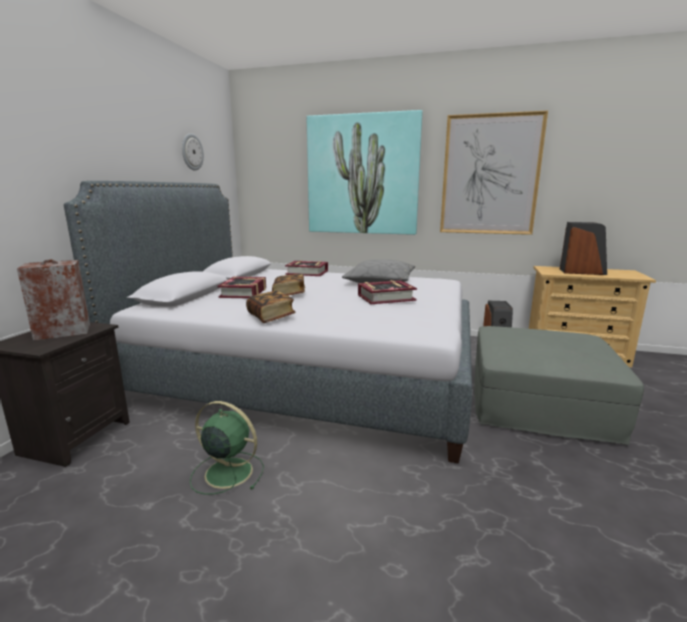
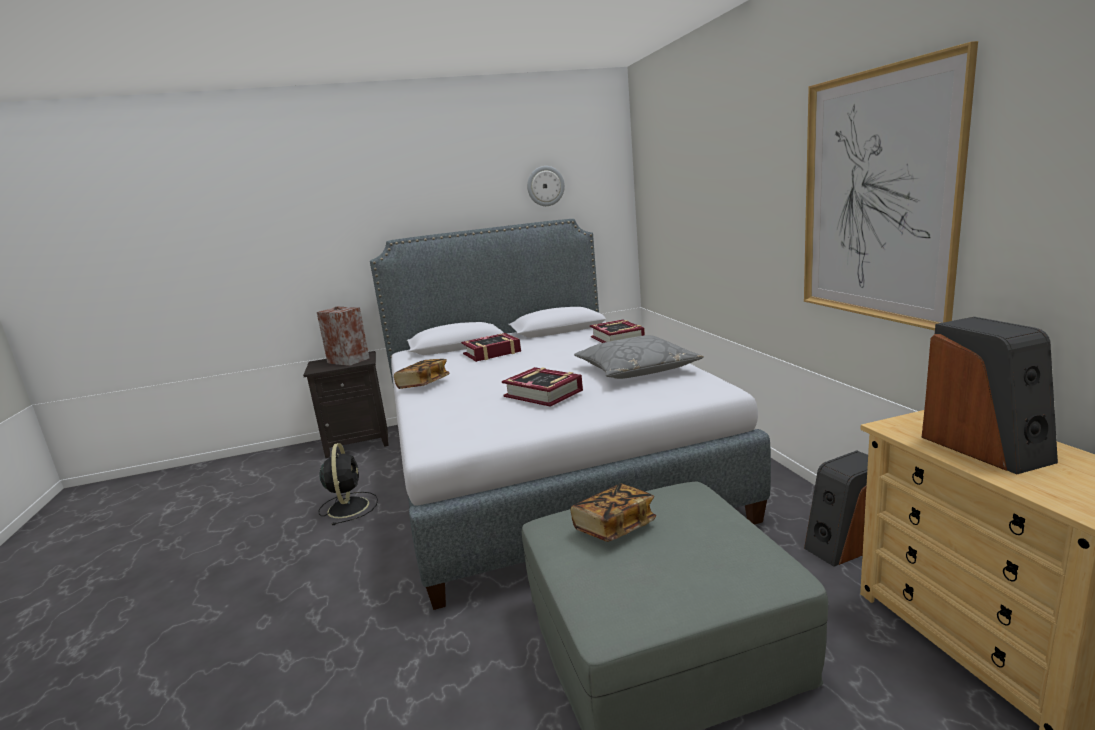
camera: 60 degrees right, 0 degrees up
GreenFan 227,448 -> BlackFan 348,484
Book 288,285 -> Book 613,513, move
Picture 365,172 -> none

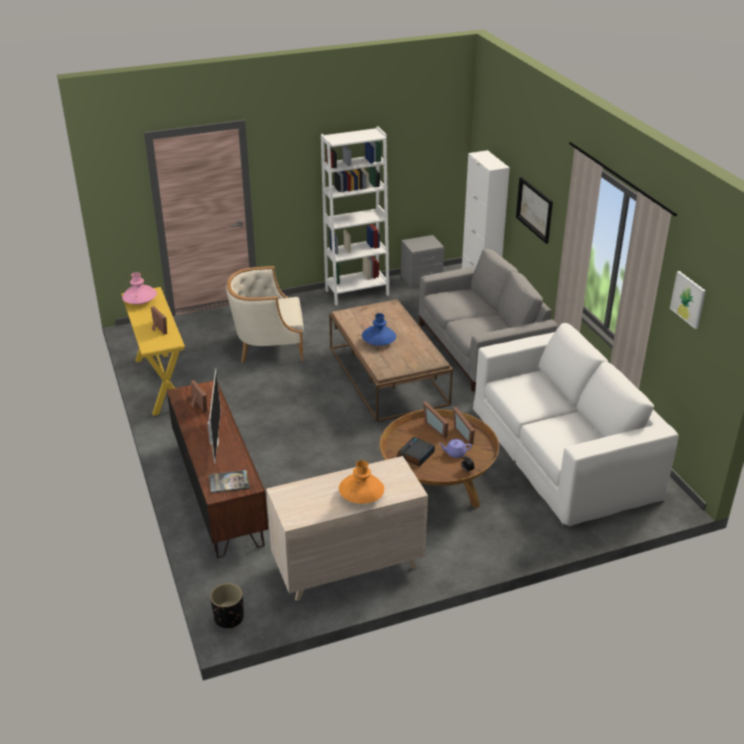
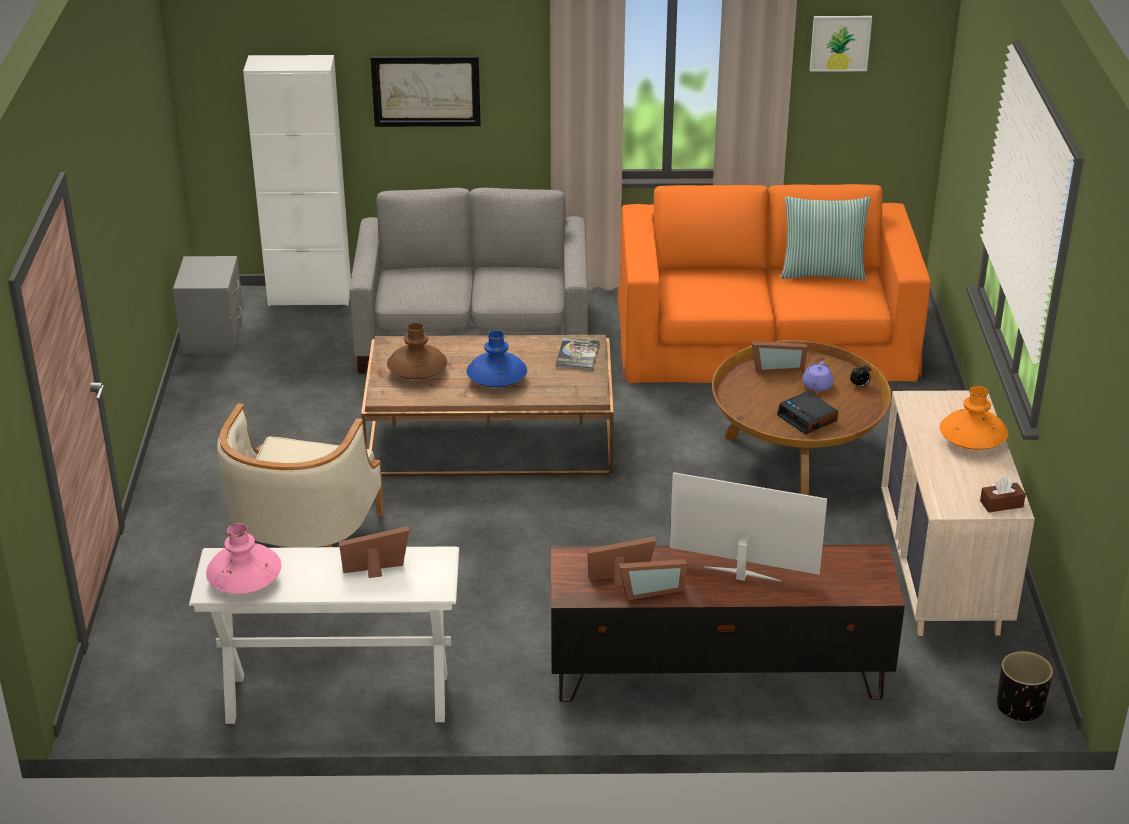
camera: 70 degrees left, 0 degrees up
YellowConsoleTable 153,351 -> WhiteConsoleTable 324,635
Book 229,481 -> Book 577,354, move
WhiteBookcase 355,215 -> none
PictureFrame 436,419 -> PictureFrame 652,579, move
WhiteSofa 576,424 -> OrangeSofa 774,283
none -> BrownVase 417,351
none -> Pillow 826,238
none -> BrownTissueBox 1003,495

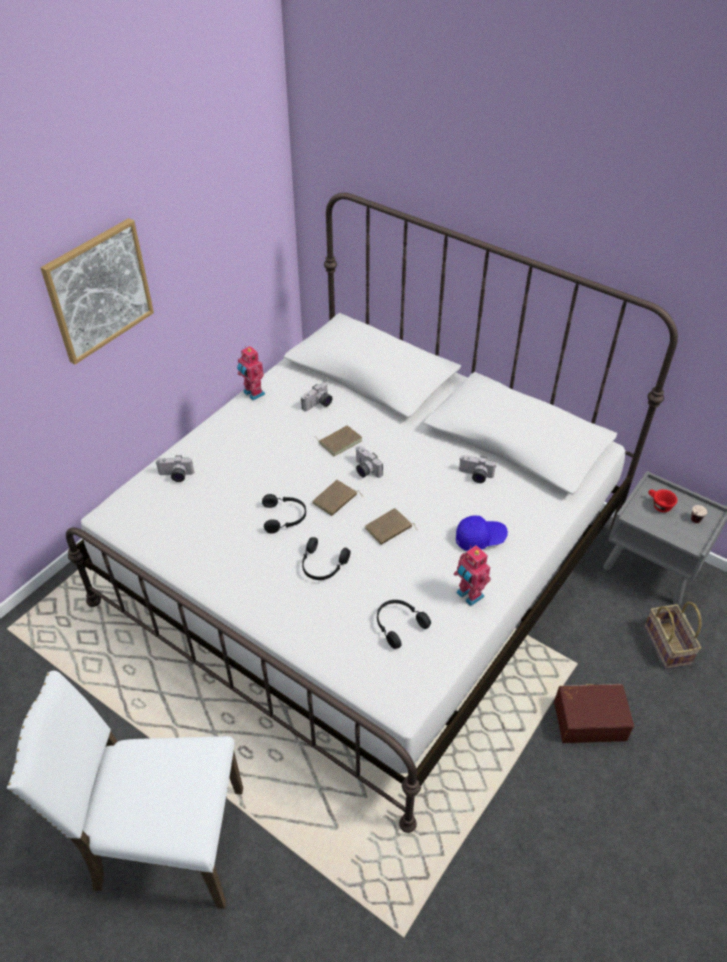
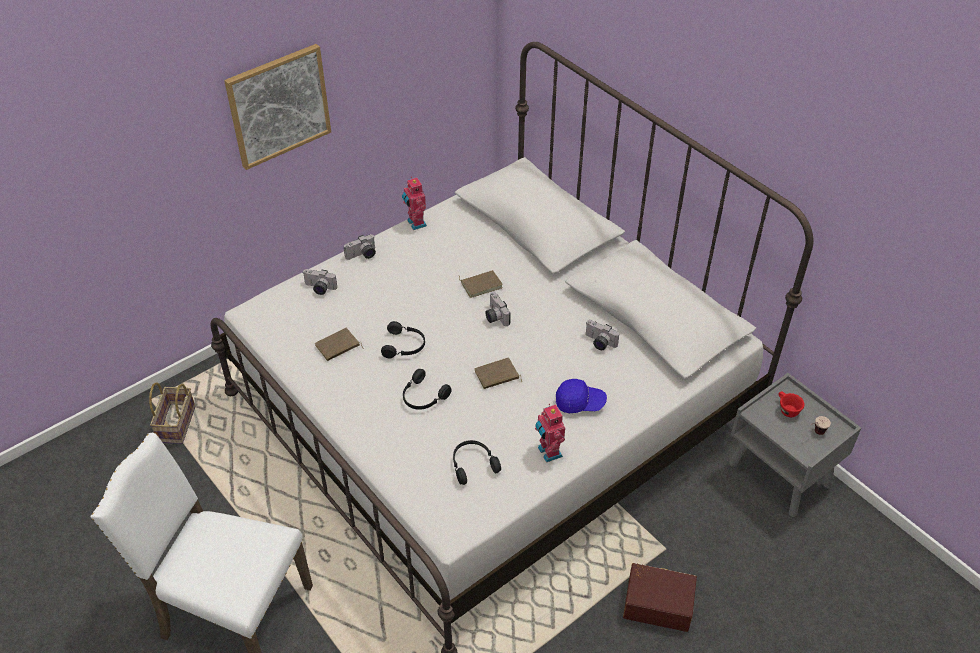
camera: 15 degrees right, 0 degrees up
PhotoCamera 316,396 -> PhotoCamera 360,247, move
BrownBook 338,498 -> BrownBook 339,344, move
Basket 672,635 -> Basket 172,413, move

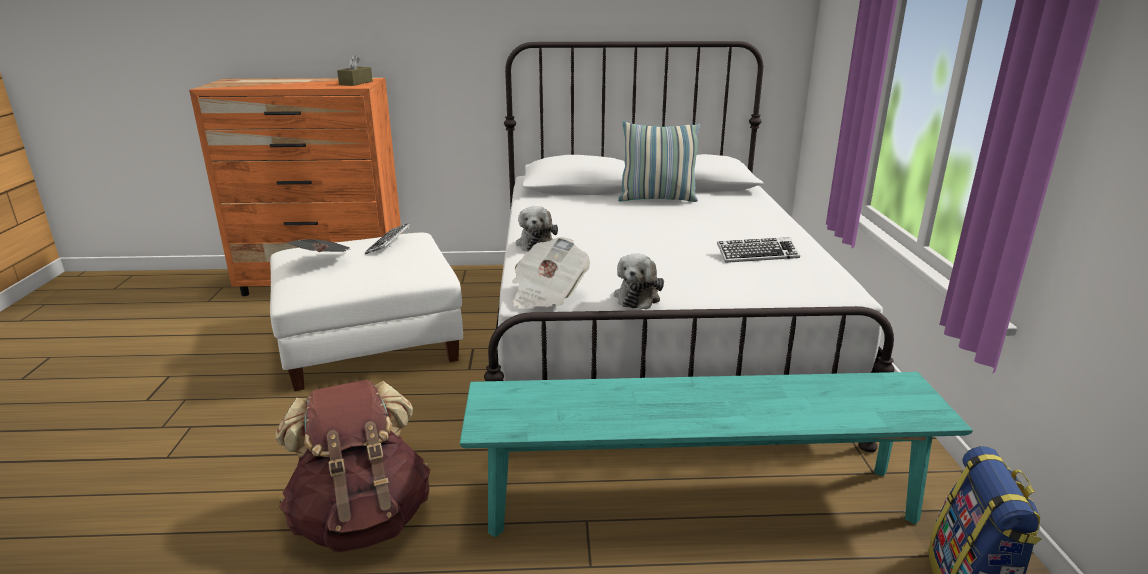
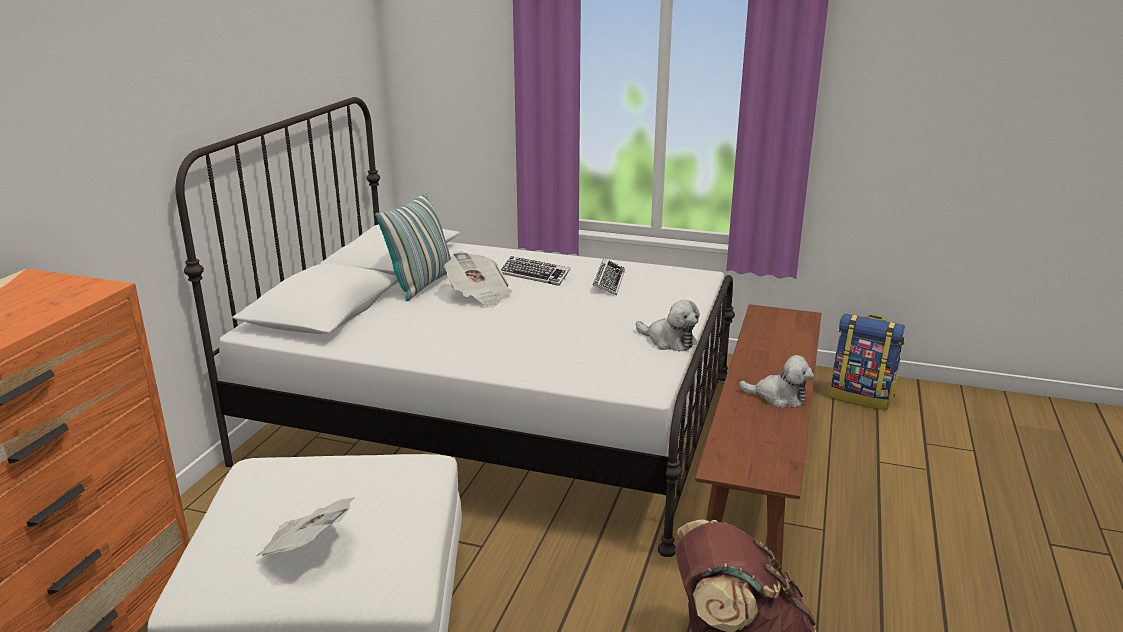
camera: 70 degrees left, 0 degrees up
BrownTissueBox 355,70 -> none
Keyboard 387,238 -> Keyboard 535,271, move
TurquoiseBench 716,454 -> BrownBench 758,437
Newspaper 551,272 -> Newspaper 478,279, move
PlushToy 537,229 -> PlushToy 776,381, move

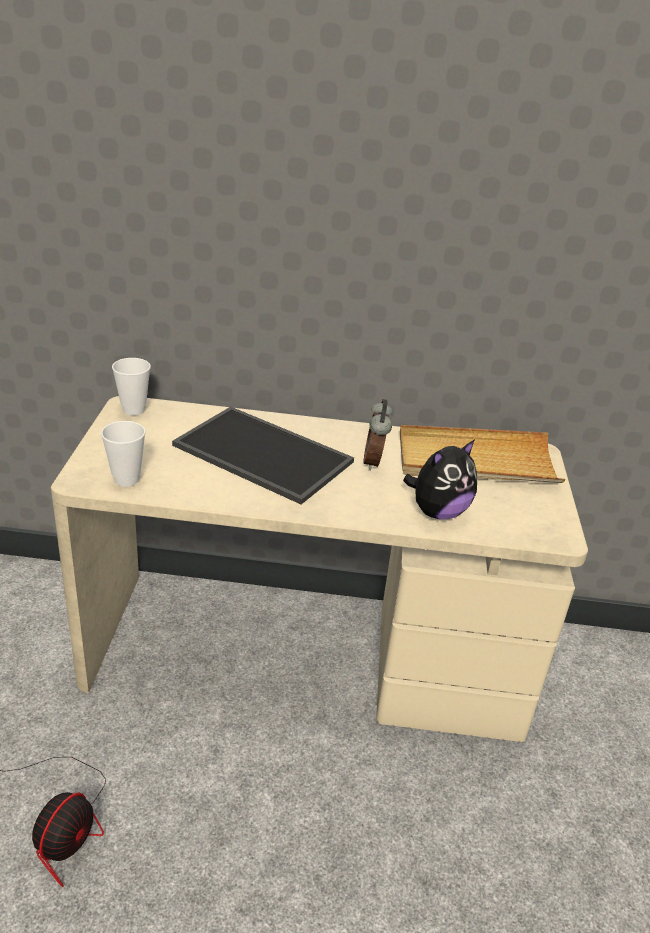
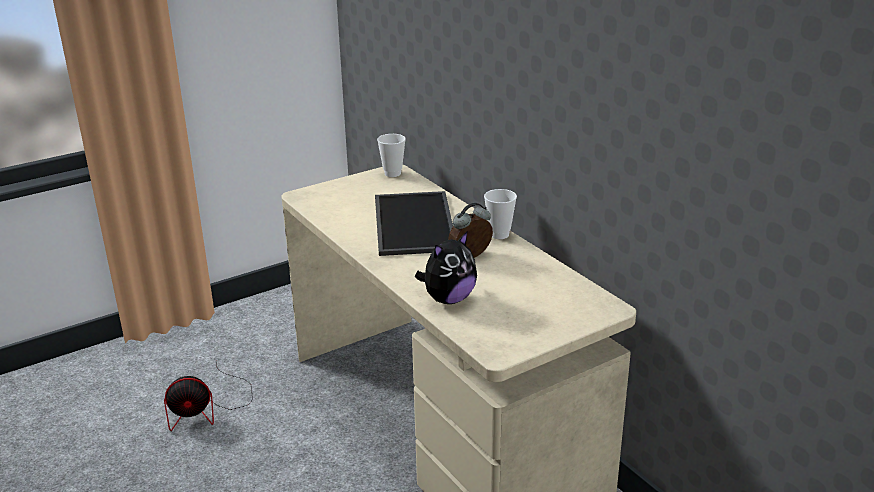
camera: 55 degrees right, 5 degrees down
Cup 123,454 -> Cup 500,214, move
BeigeTray 482,454 -> none
PlushToy 440,479 -> PlushToy 446,267, 60 degrees counterclockwise

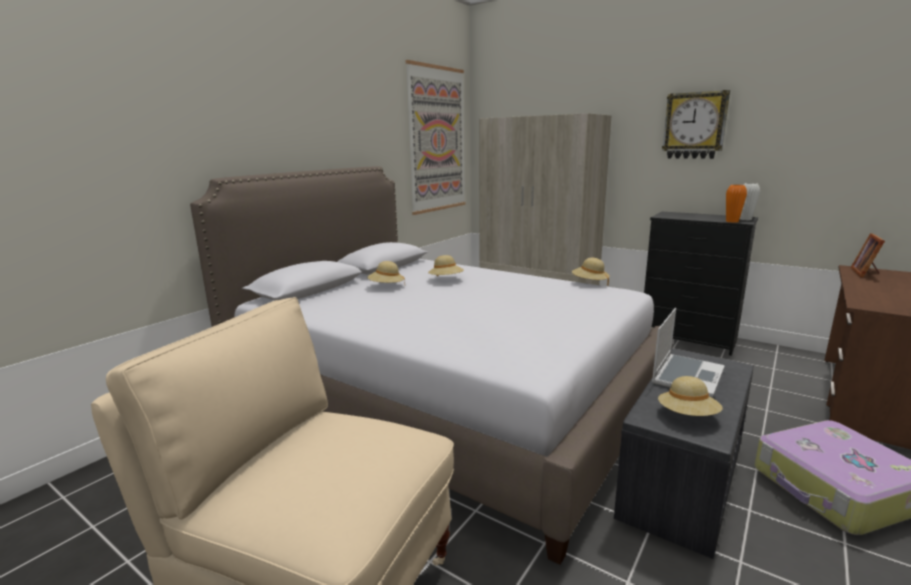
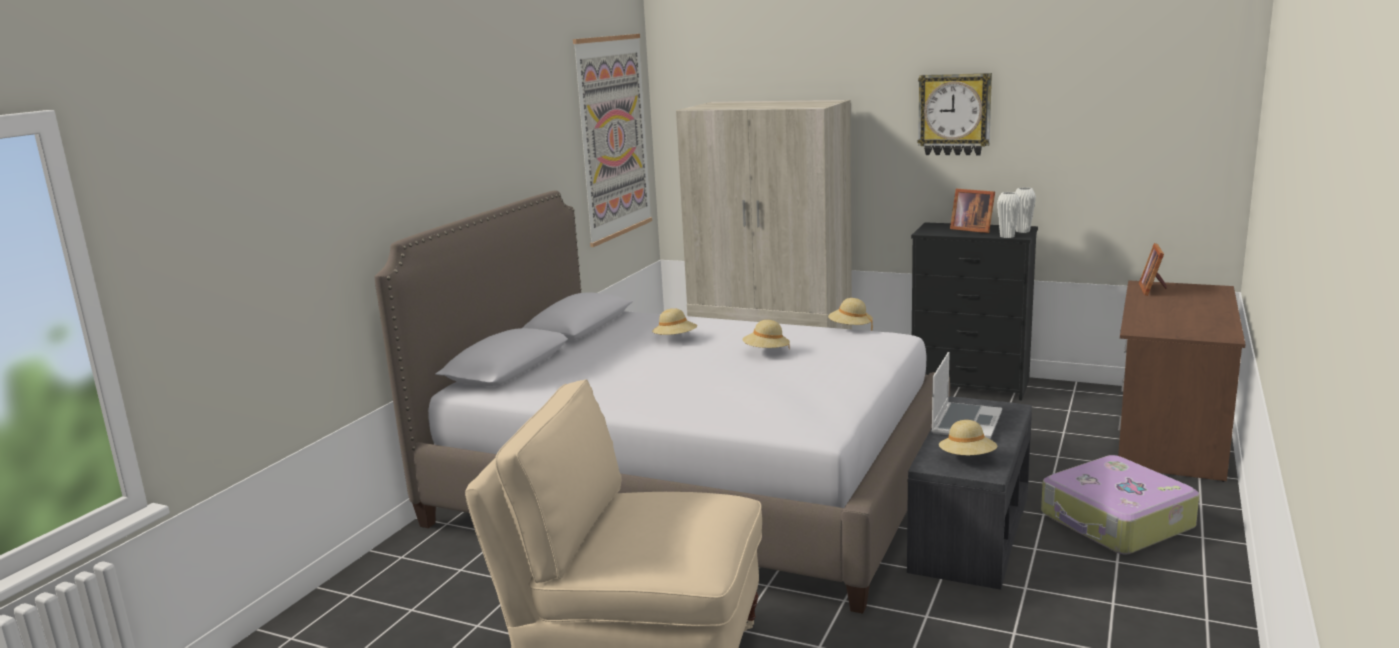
camera: 10 degrees left, 0 degrees up
BeigeHat 386,272 -> BeigeHat 766,334, move
OrangeVase 736,204 -> WhiteVase 1008,215
none -> PictureFrame 972,211

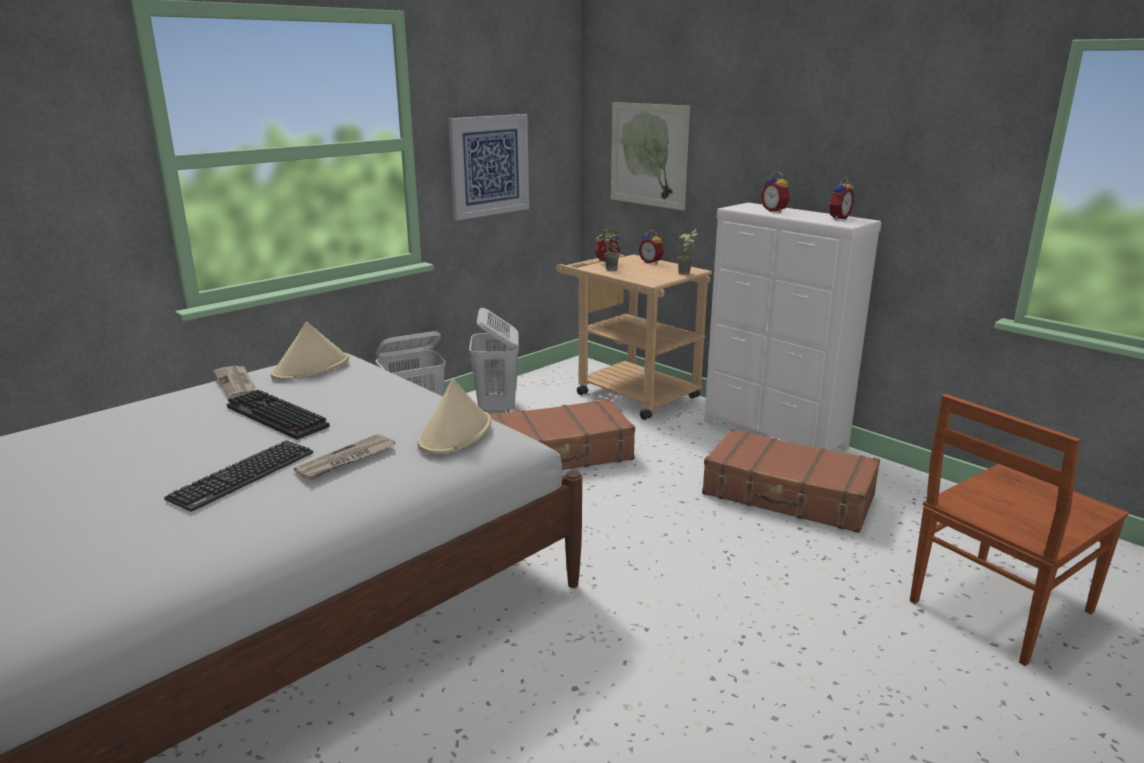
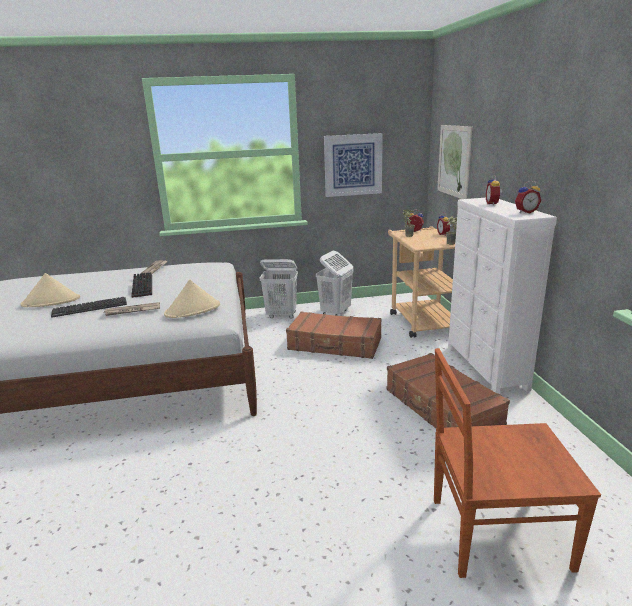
camera: 35 degrees right, 0 degrees up
BeigeHat 310,351 -> BeigeHat 50,290, move

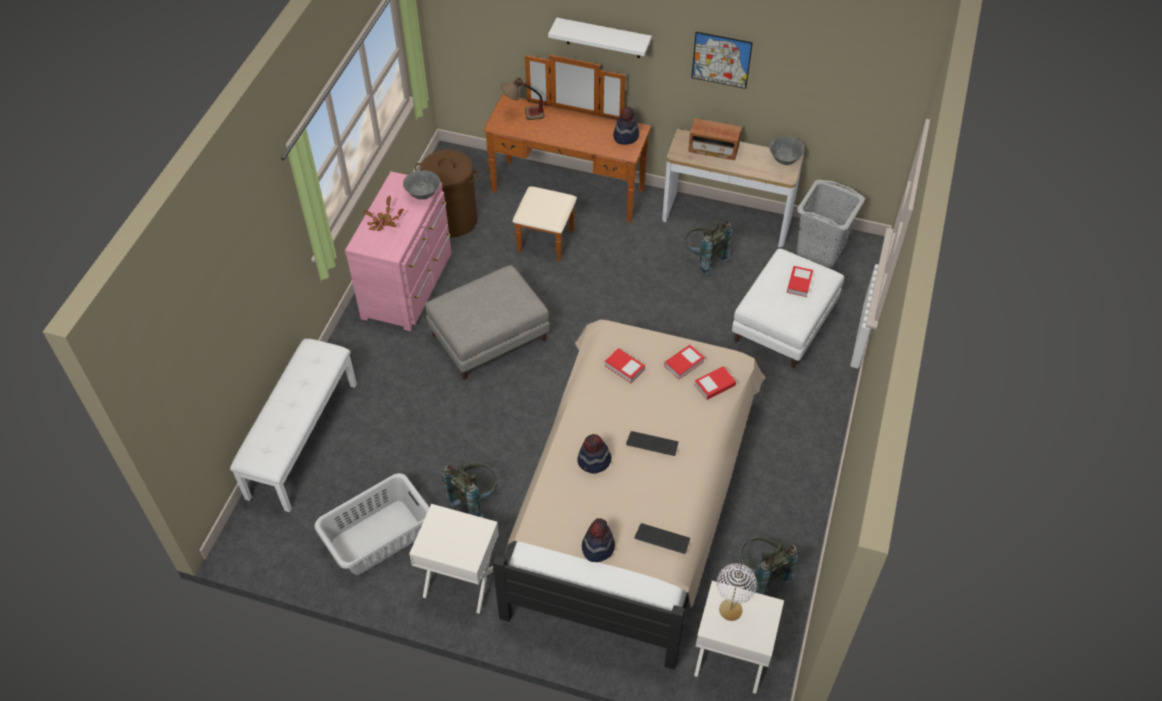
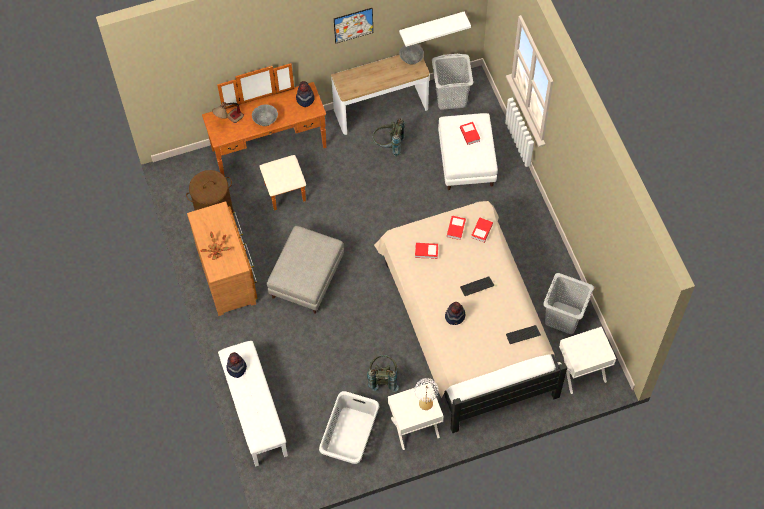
camera: 35 degrees left, 10 degrees up
PinkDresser 398,251 -> BrownDresser 222,258
GreyBowl 422,185 -> GreyBowl 265,115, move
WhiteShelf 600,38 -> WhiteShelf 435,29, move
Hat 598,540 -> Hat 236,365, move
Radio 715,139 -> none
WhiteTableLamp 737,592 -> WhiteTableLamp 426,394, move
GreyBackpack 769,566 -> GreyLaundryBasket 568,303

